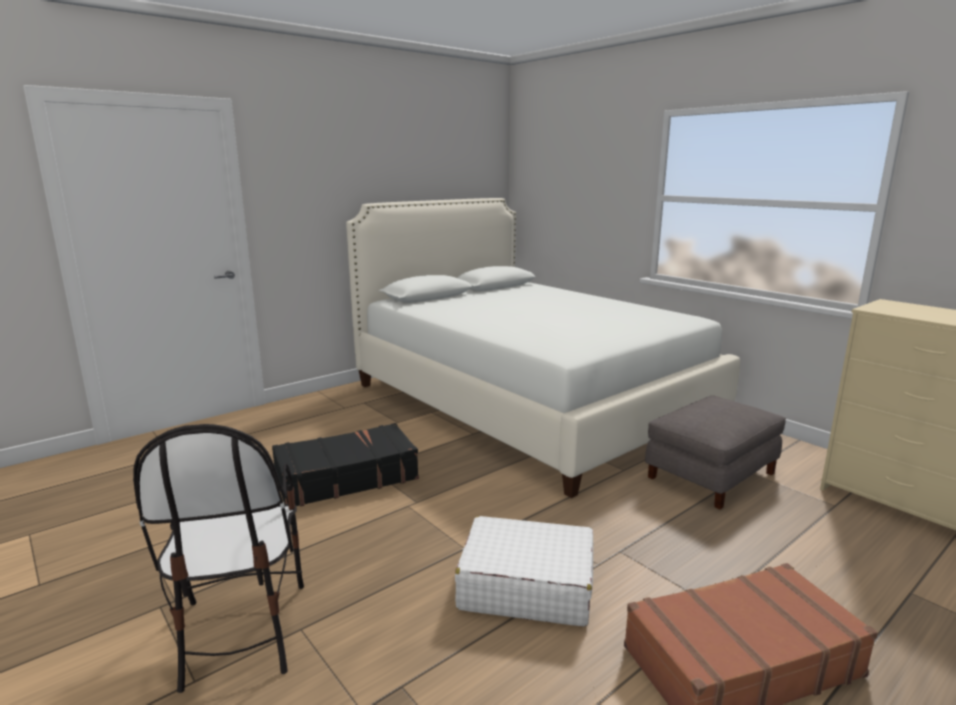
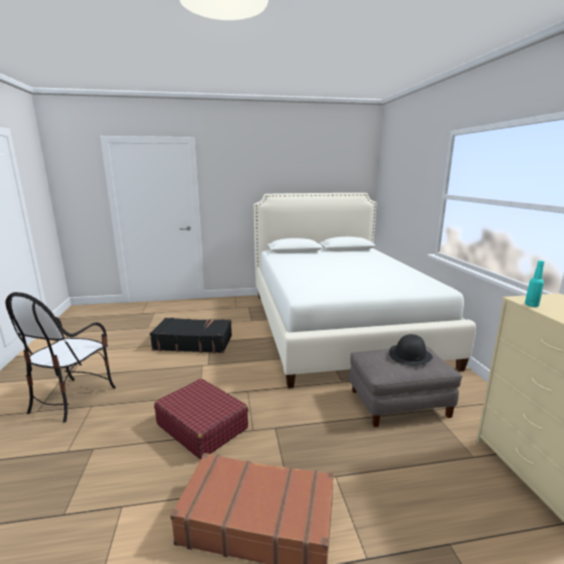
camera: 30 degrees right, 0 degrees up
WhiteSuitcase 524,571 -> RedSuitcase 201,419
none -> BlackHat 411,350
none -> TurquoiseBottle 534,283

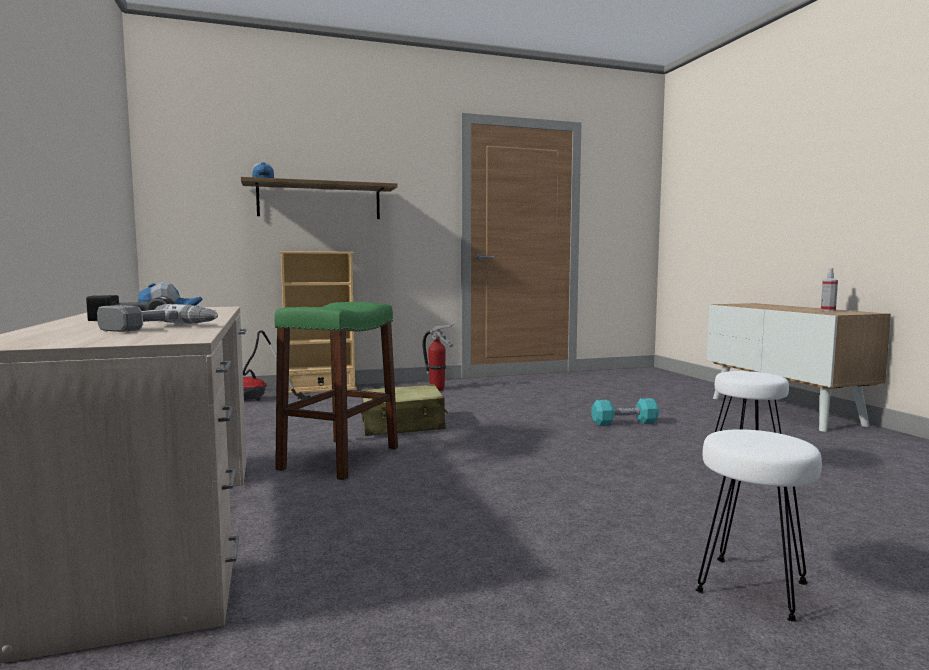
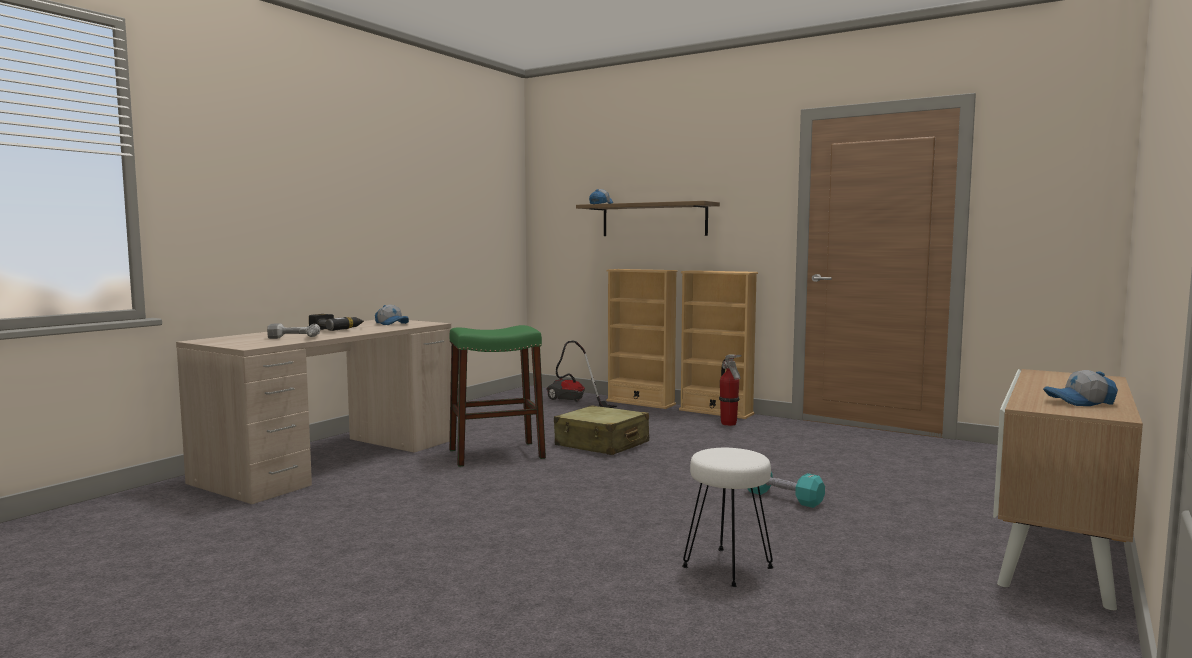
camera: 50 degrees right, 0 degrees up
WhiteStool 759,525 -> none
SprayBottle 829,289 -> Cap 1080,388
none -> BeigeBookcase 718,344

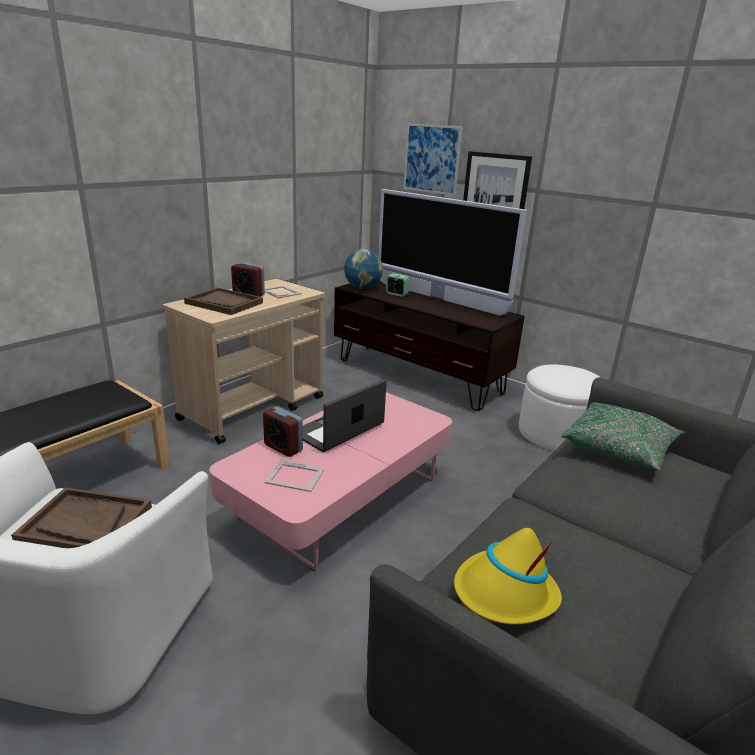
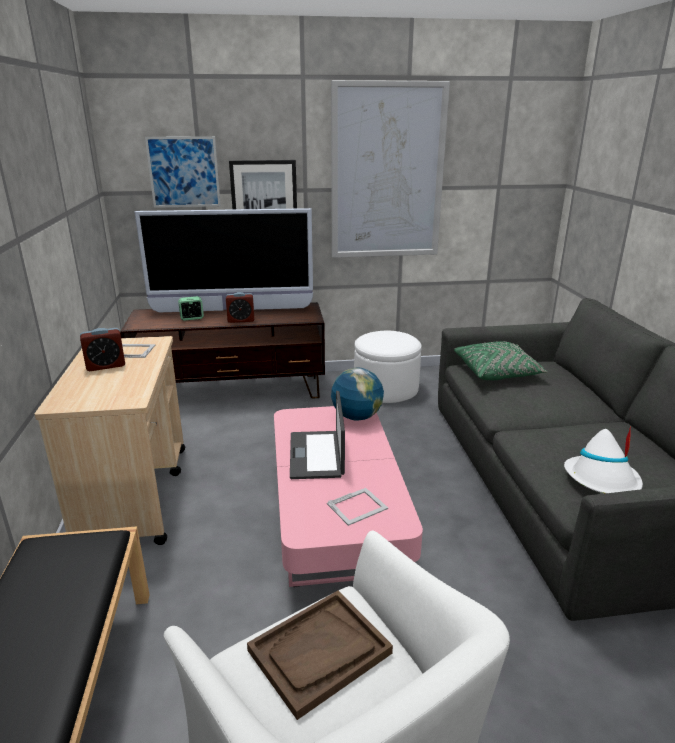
camera: 45 degrees left, 0 degrees up
BrownTray 223,301 -> none
AlarmClock 283,432 -> AlarmClock 240,307, move
Globe 363,269 -> Globe 357,394, move
YellowHat 508,576 -> WhiteHat 603,460
none -> Picture 390,169

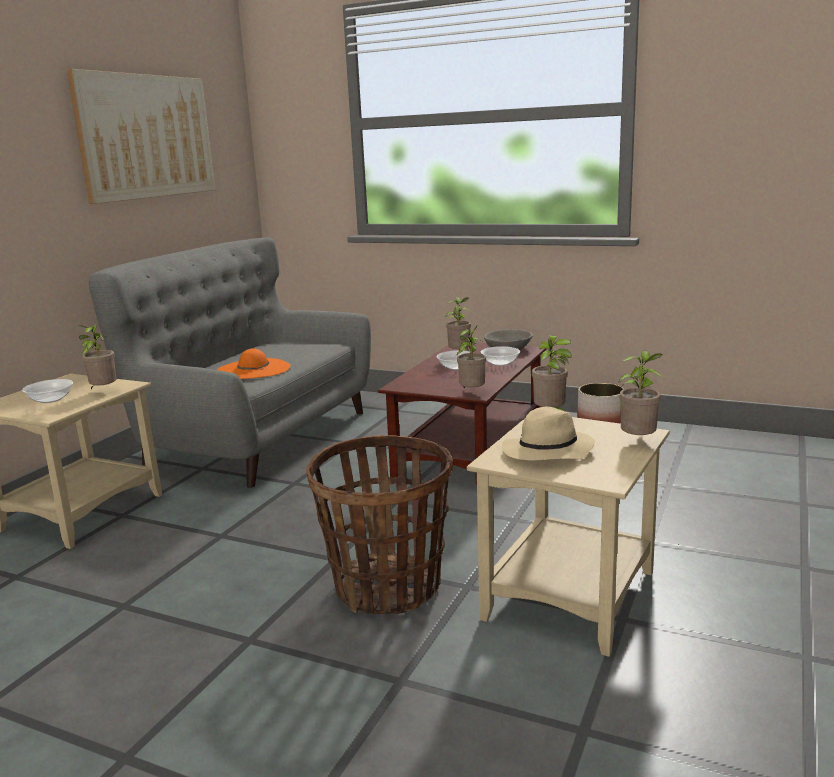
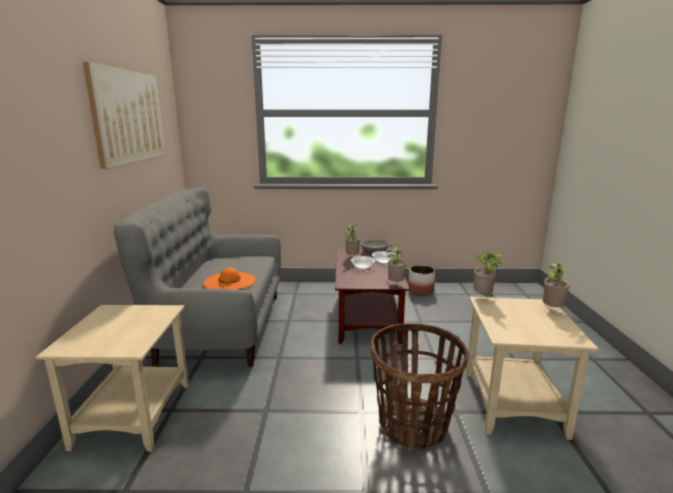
camera: 25 degrees left, 0 degrees up
Bowl 47,391 -> none
PottedPlant 98,356 -> none
BeigeHat 548,434 -> none

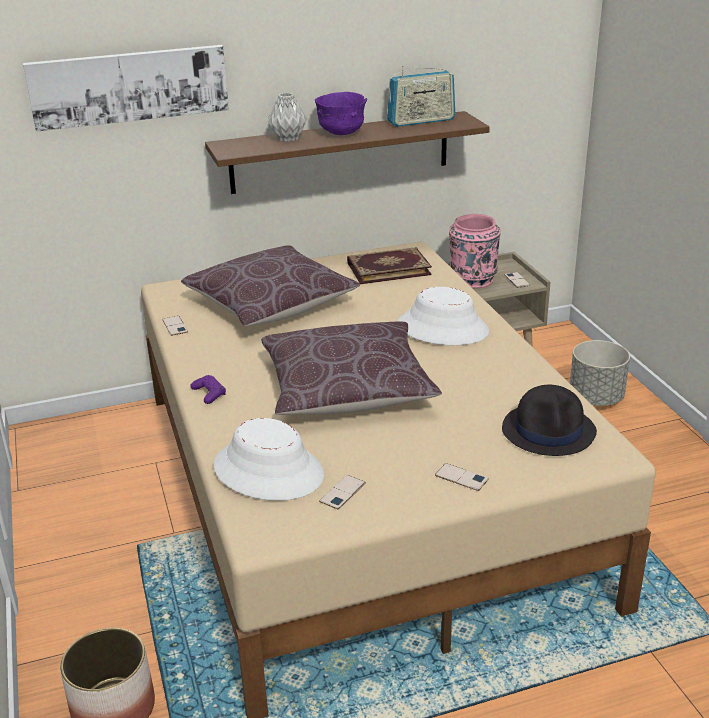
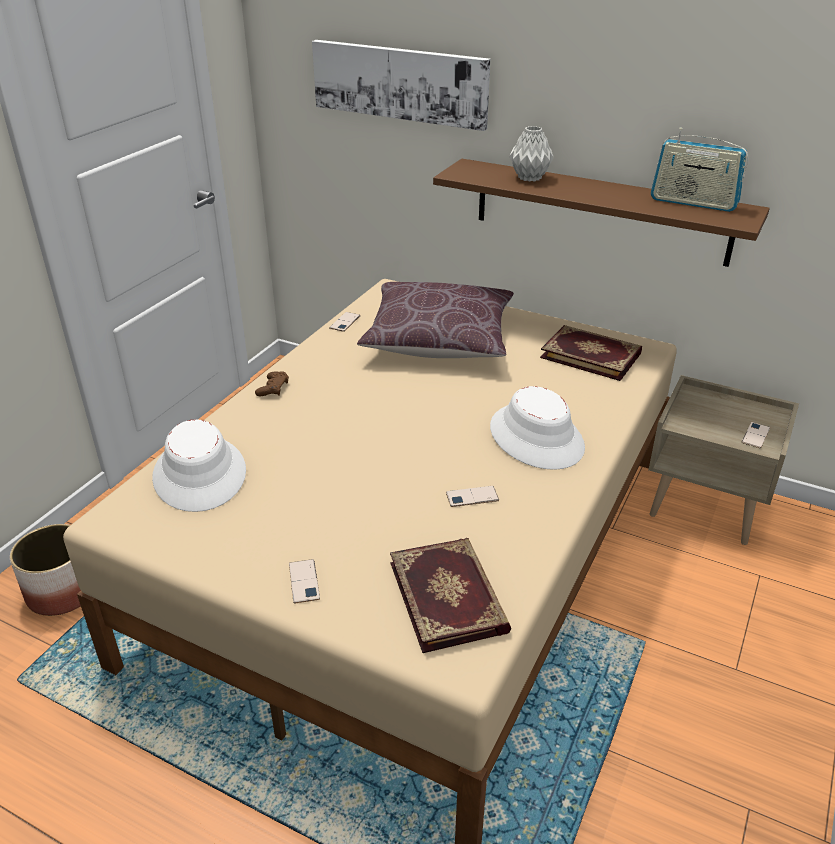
camera: 45 degrees right, 5 degrees up
PurpleGameController 208,389 -> BrownGameController 272,383
BrownPillow 351,368 -> none
PurpleBowl 341,113 -> none
Phone 342,492 -> Phone 472,496, move
PinkVase 475,251 -> none
BlackHat 549,420 -> Book 450,595
GreyPlanter 600,373 -> none

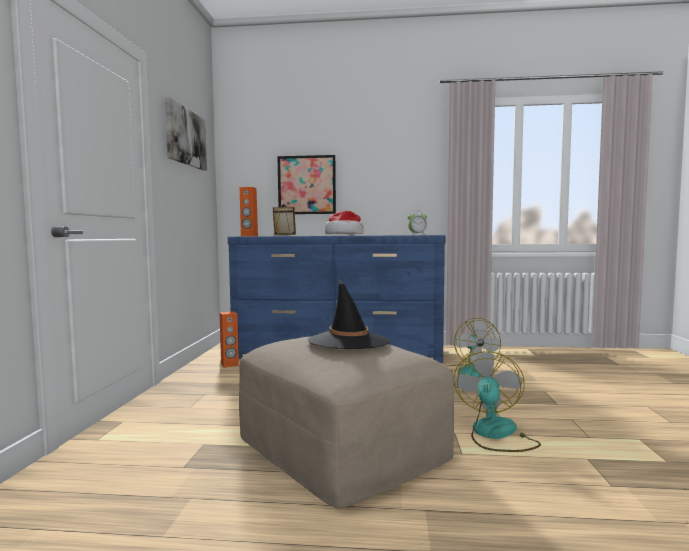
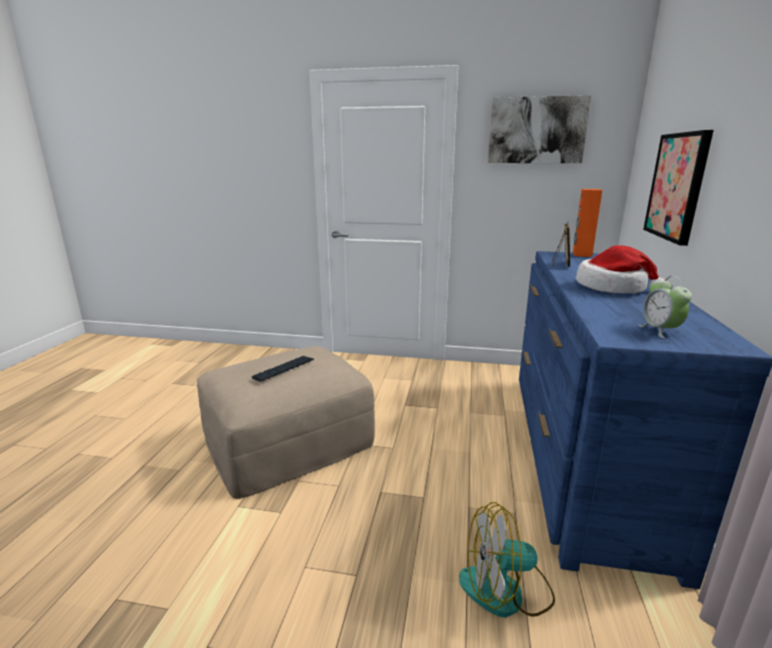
camera: 95 degrees right, 15 degrees up
OrangeSpeaker 229,339 -> none
BlackHat 349,314 -> Keyboard 283,369
Fan 497,401 -> none

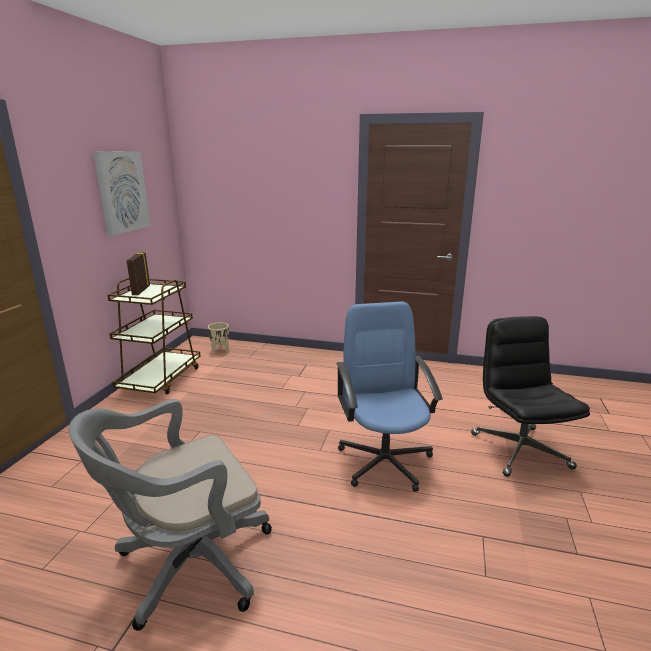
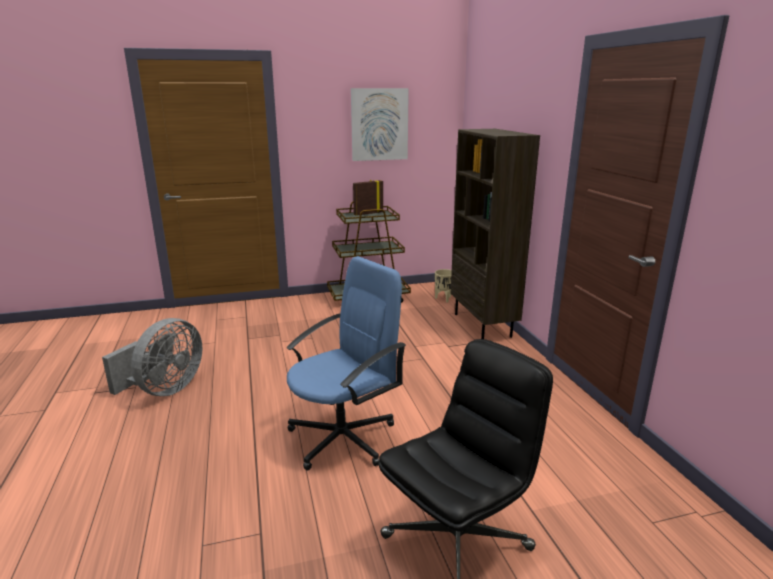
camera: 60 degrees right, 0 degrees up
GreyOfficeChair 170,515 -> GreyFan 152,357
none -> BrownBookcase 495,234

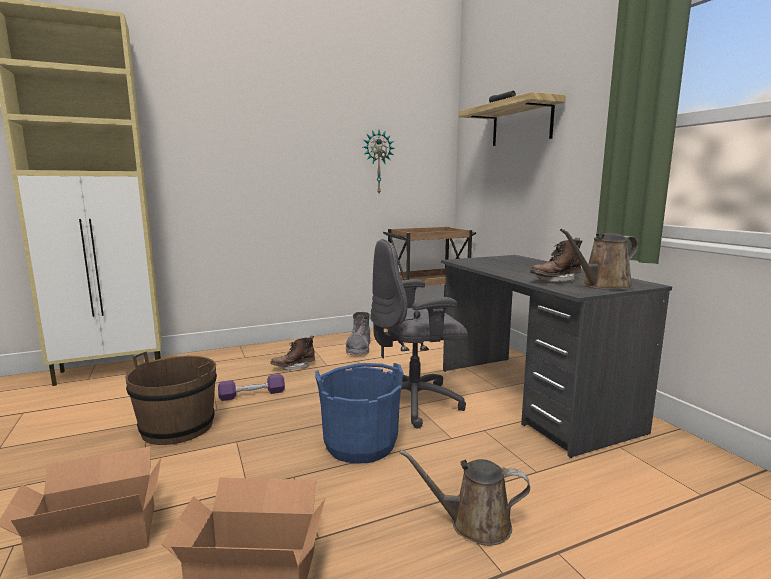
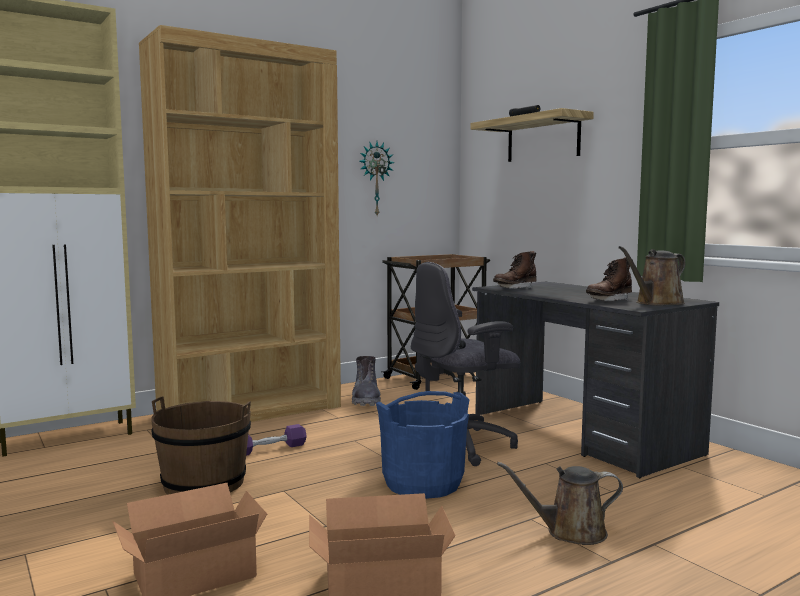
camera: 10 degrees left, 5 degrees down
BrownBoot 292,353 -> BrownBoot 515,270, move
none -> BrownBookcase 240,223

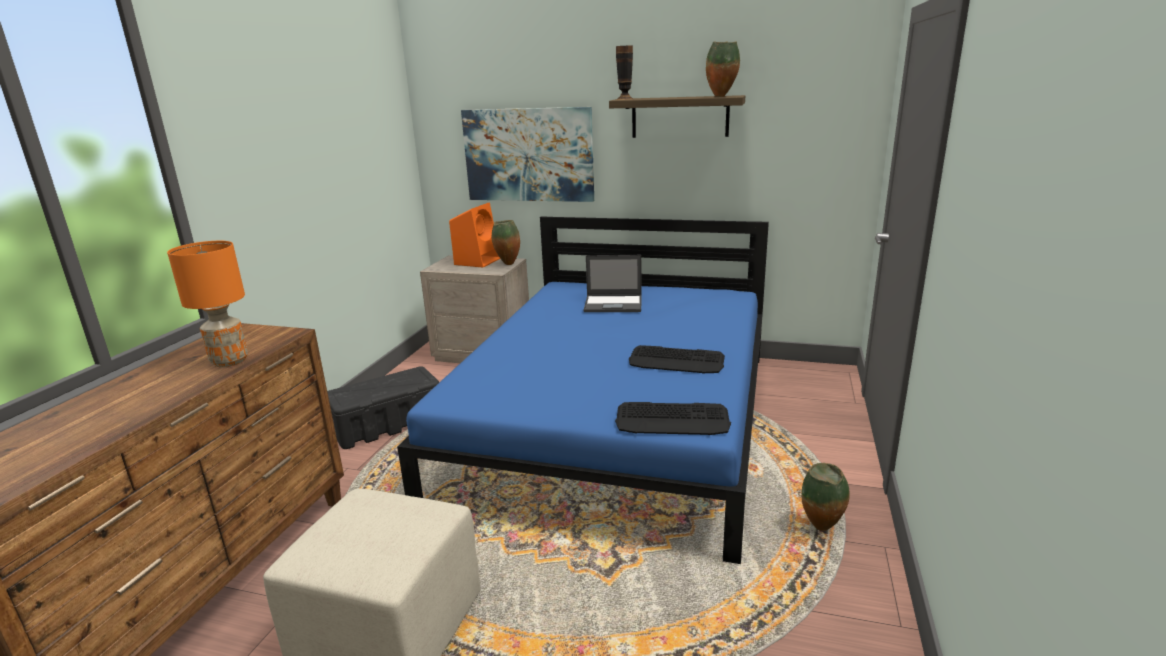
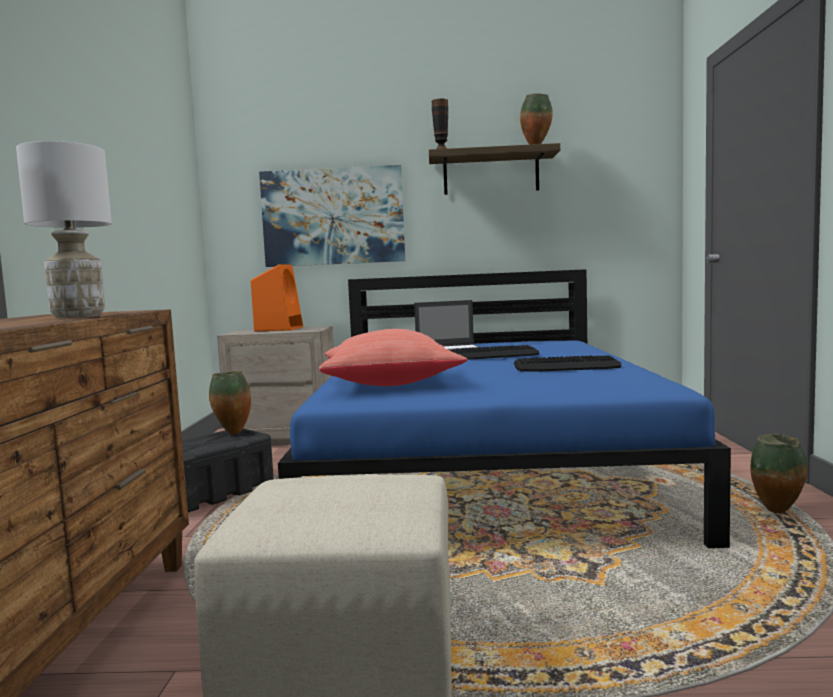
camera: 15 degrees left, 15 degrees down
OrangeTableLamp 207,304 -> WhiteTableLamp 64,229
Vase 506,242 -> Vase 230,402, move
Keyboard 673,418 -> Keyboard 494,352, move
none -> RedPillow 393,357

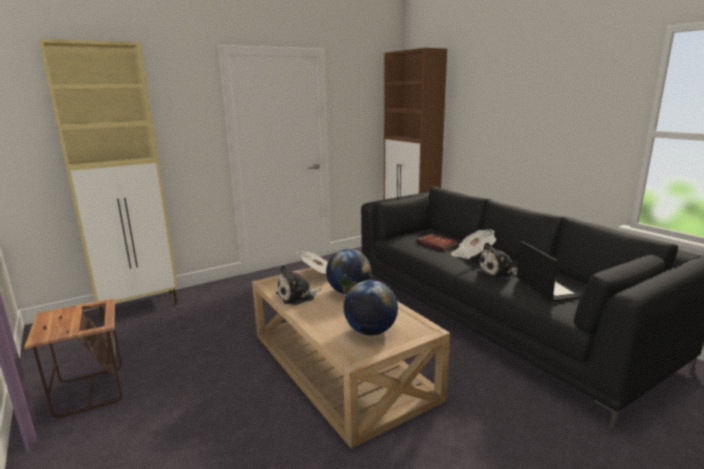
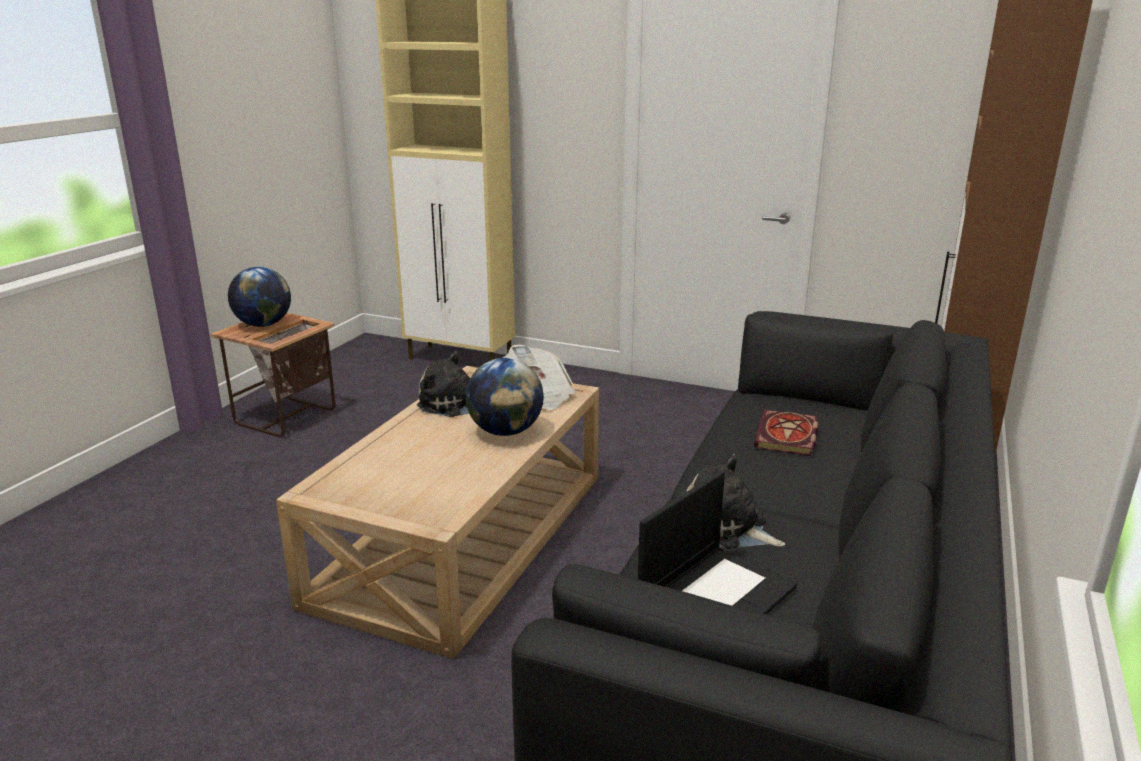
camera: 55 degrees right, 5 degrees up
Globe 370,307 -> Globe 259,297, move
Newspaper 473,244 -> none

